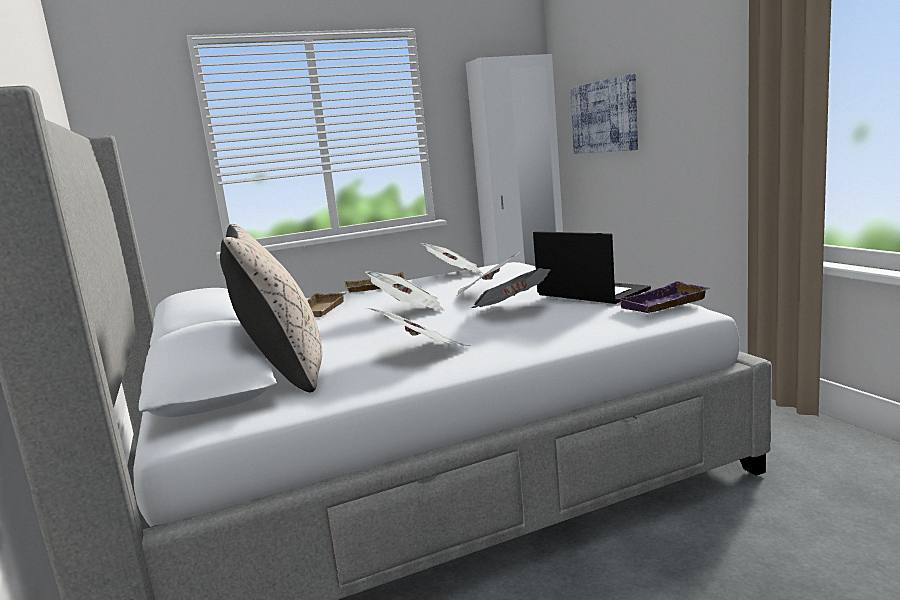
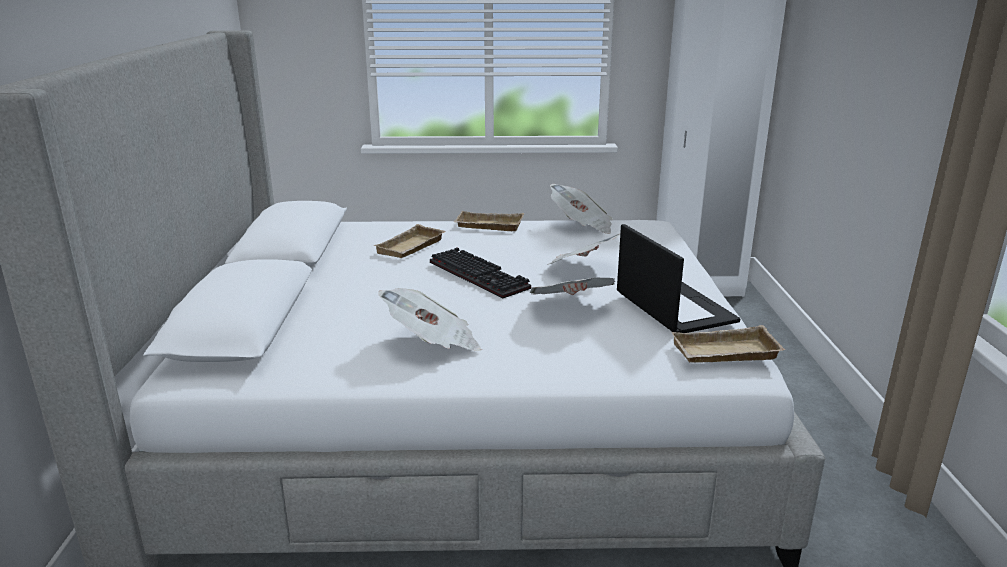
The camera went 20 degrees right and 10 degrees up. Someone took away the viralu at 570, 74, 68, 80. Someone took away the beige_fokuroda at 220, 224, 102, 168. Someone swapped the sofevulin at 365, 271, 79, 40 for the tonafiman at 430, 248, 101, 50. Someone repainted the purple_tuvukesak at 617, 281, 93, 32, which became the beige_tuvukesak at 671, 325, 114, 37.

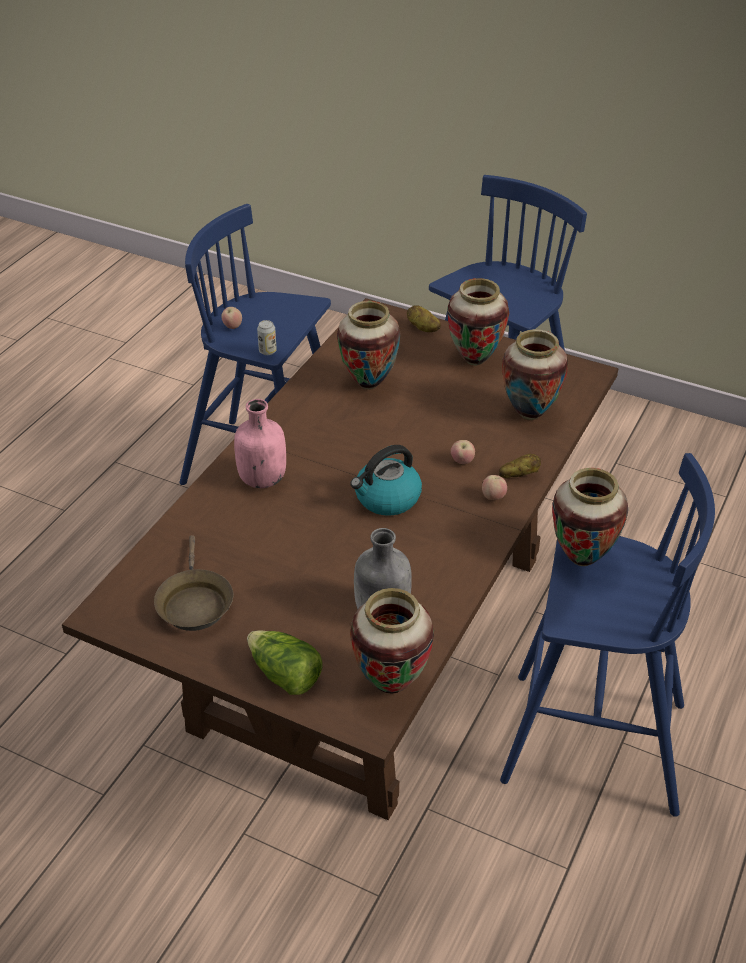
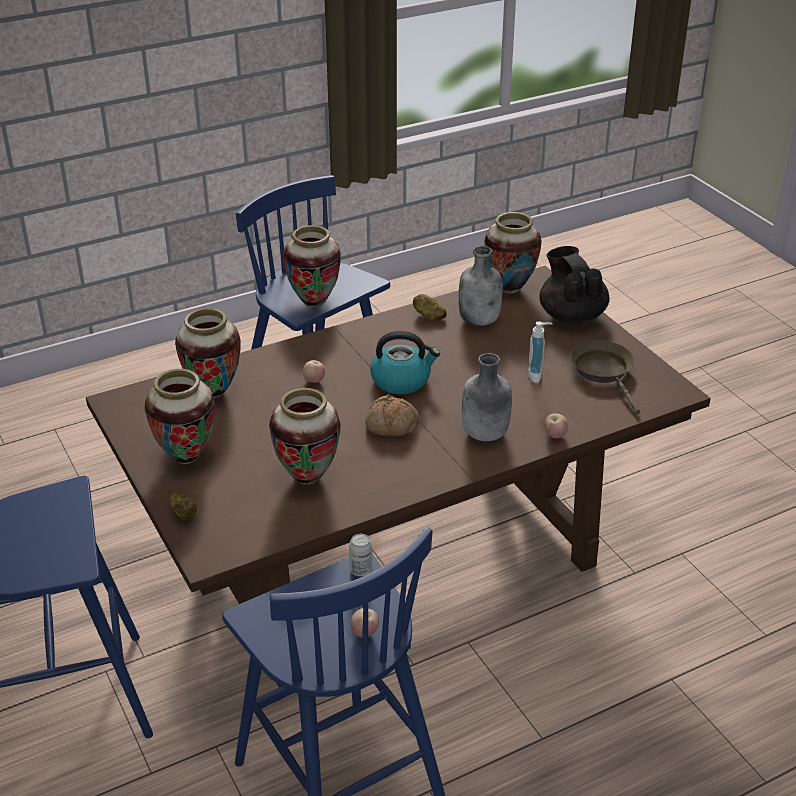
The camera went 145 degrees left and 5 degrees down. Someone repainted the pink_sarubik at 234, 399, 52, 89, which became the grey_sarubik at 462, 353, 50, 88. Someone carried the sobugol from 499, 454, 42, 24 to 413, 294, 34, 26. Someone carried the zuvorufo from 482, 475, 25, 25 to 544, 413, 24, 25. Someone rotated the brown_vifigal at 154, 535, 79, 96 by 45 degrees counterclockwise. Someone swapped the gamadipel at 247, 630, 76, 65 for the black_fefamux at 539, 246, 71, 78. Someone put down the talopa at 528, 321, 24, 62. Someone put down the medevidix at 365, 394, 54, 42.

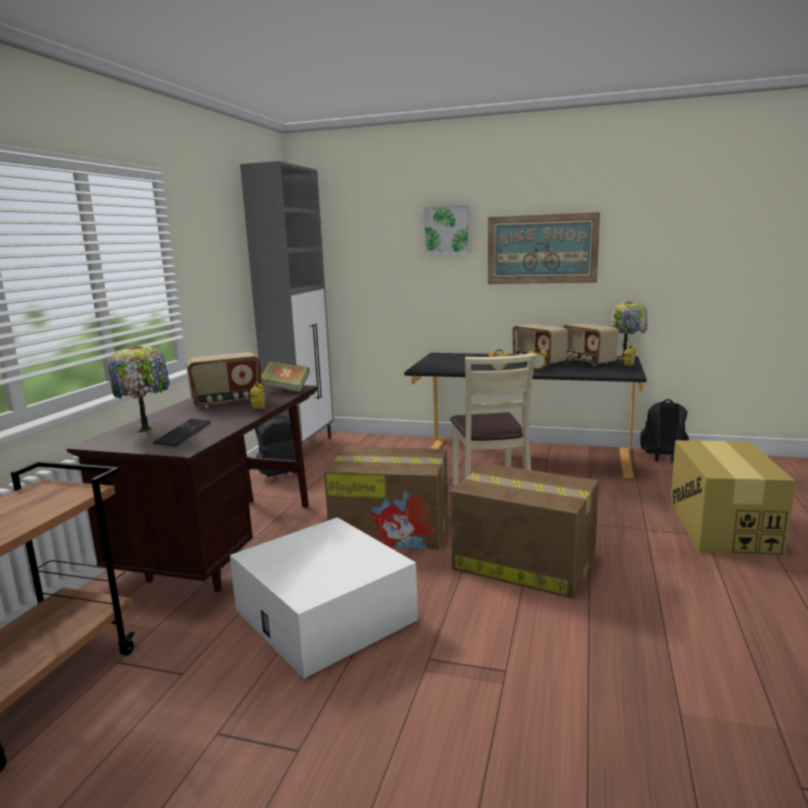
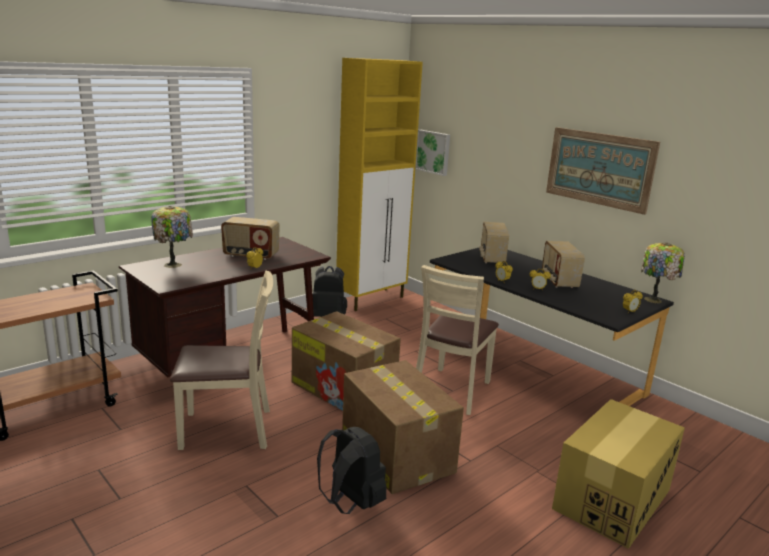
The camera went 30 degrees right and 5 degrees up. Someone repainted the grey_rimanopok at 240, 161, 94, 283, which became the yellow_rimanopok at 336, 58, 87, 253. Someone carried the viralu from 423, 204, 48, 51 to 415, 130, 35, 46. Someone carried the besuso from 563, 323, 55, 43 to 479, 222, 30, 41. Someone took away the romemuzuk at 261, 361, 49, 32. Someone carried the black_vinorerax from 640, 399, 49, 64 to 317, 427, 69, 87. Someone took away the tonafiman at 153, 419, 58, 27. Someone swapped the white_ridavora at 230, 517, 188, 161 for the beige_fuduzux at 170, 271, 103, 179.

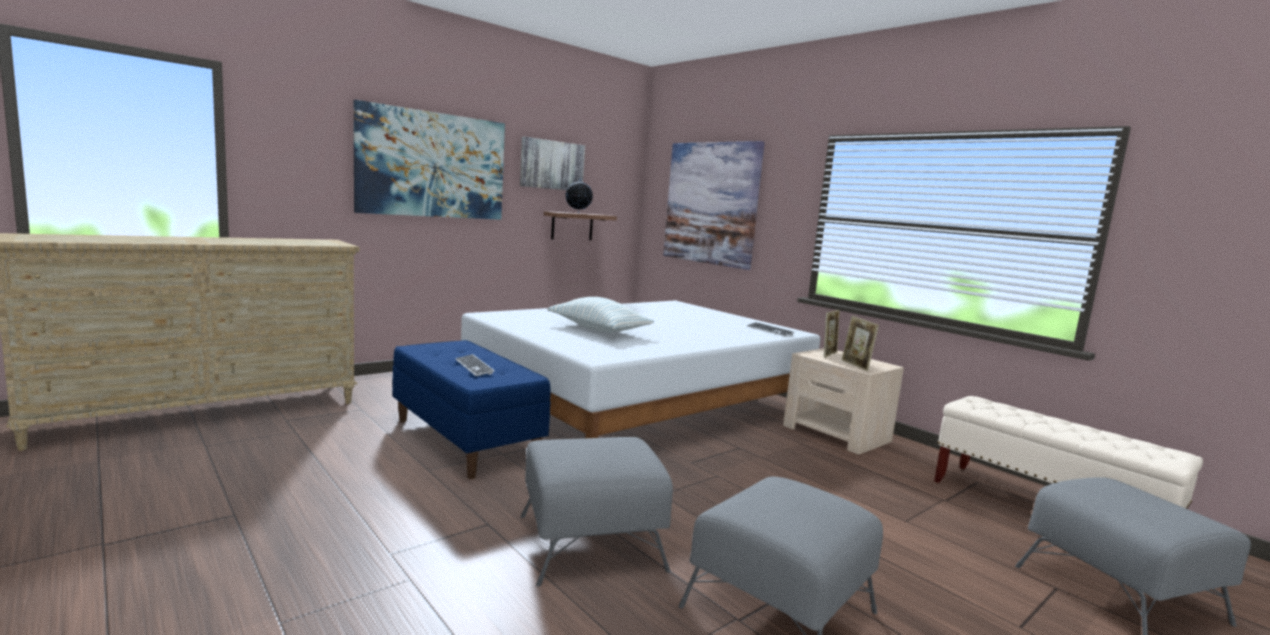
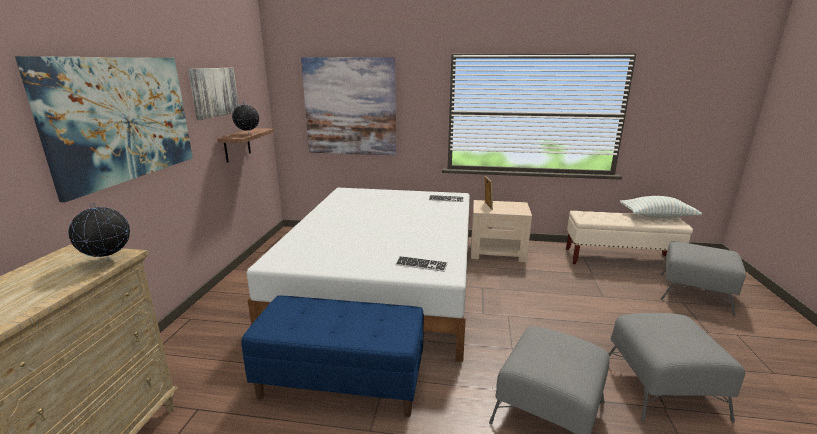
The camera went 40 degrees left and 10 degrees up. Someone carried the fokuroda from 547, 297, 107, 36 to 620, 196, 82, 22. Someone took away the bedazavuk at 842, 316, 37, 55. Someone carried the tonafiman from 455, 354, 39, 22 to 395, 256, 53, 16. Someone put down the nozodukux at 68, 202, 62, 59.

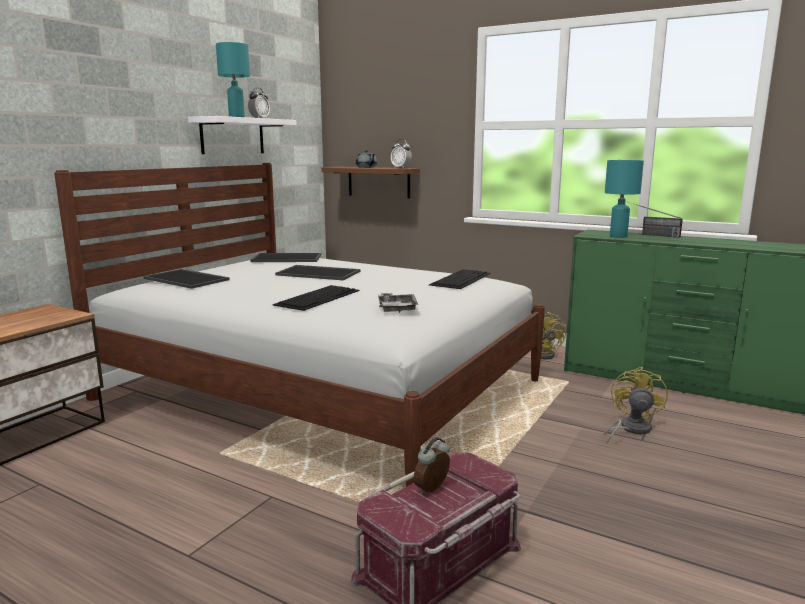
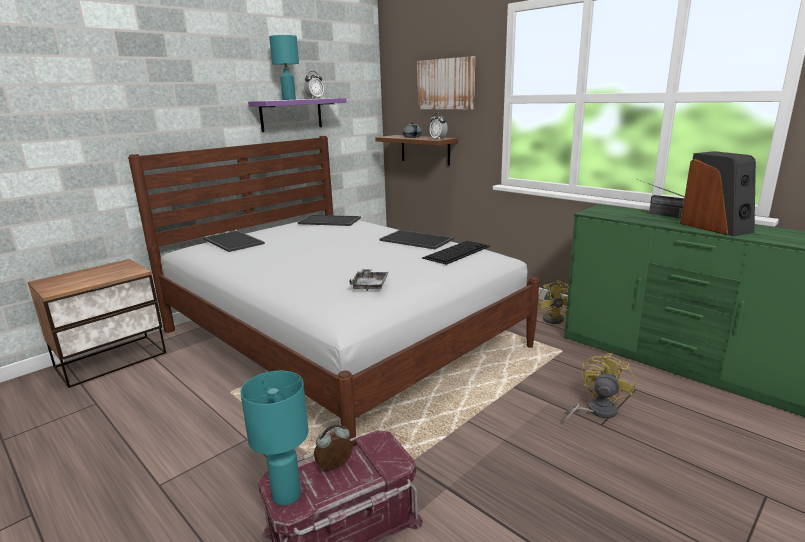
The camera went 15 degrees right and 5 degrees up. Someone repainted the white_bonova at 188, 116, 109, 38, which became the purple_bonova at 248, 98, 99, 34. Someone carried the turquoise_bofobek from 605, 160, 39, 78 to 240, 371, 69, 135. Someone carried the tuvukesak from 275, 265, 86, 16 to 379, 230, 75, 19. Someone took away the tonafiman at 273, 285, 87, 26. Someone put up the viralu at 417, 56, 58, 53. Someone put down the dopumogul at 680, 151, 76, 86.

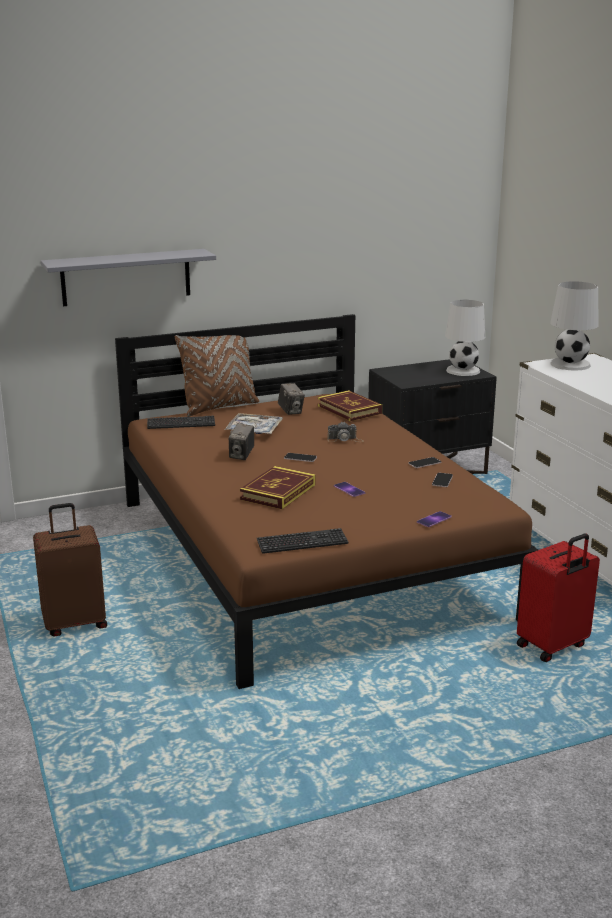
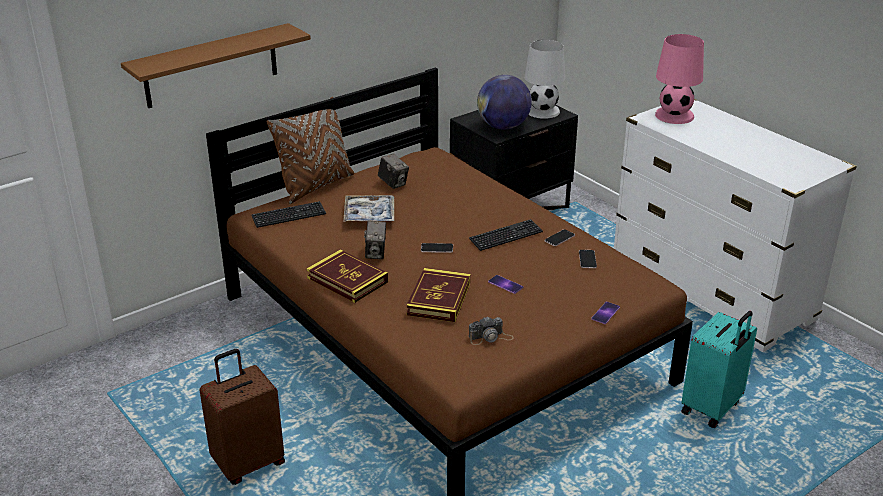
The camera went 15 degrees left and 10 degrees up. Someone repainted the grey_bonova at 41, 249, 175, 57, which became the brown_bonova at 121, 23, 190, 85. Someone repainted the white_bofobek at 550, 282, 49, 88, which became the pink_bofobek at 655, 34, 49, 90. Someone carried the romemuzuk from 318, 390, 64, 31 to 306, 250, 82, 53. Someone carried the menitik from 327, 422, 37, 20 to 469, 316, 45, 29. Someone carried the tonafiman from 257, 528, 92, 26 to 469, 219, 74, 32. Someone repainted the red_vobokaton at 517, 534, 83, 128, which became the turquoise_vobokaton at 681, 311, 76, 117. Someone put down the nozodukux at 477, 75, 55, 54.

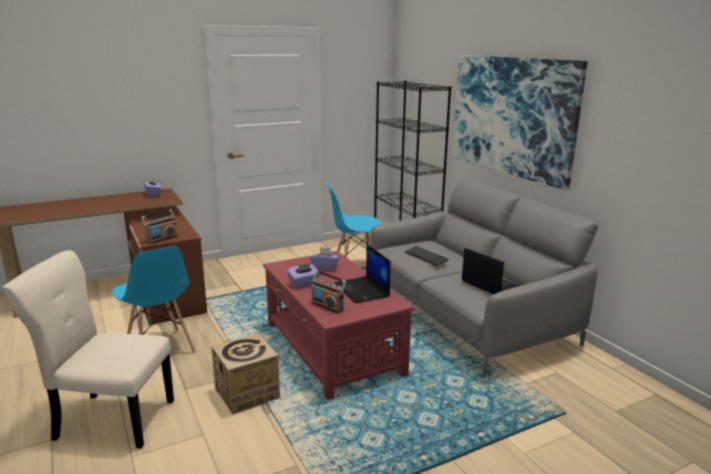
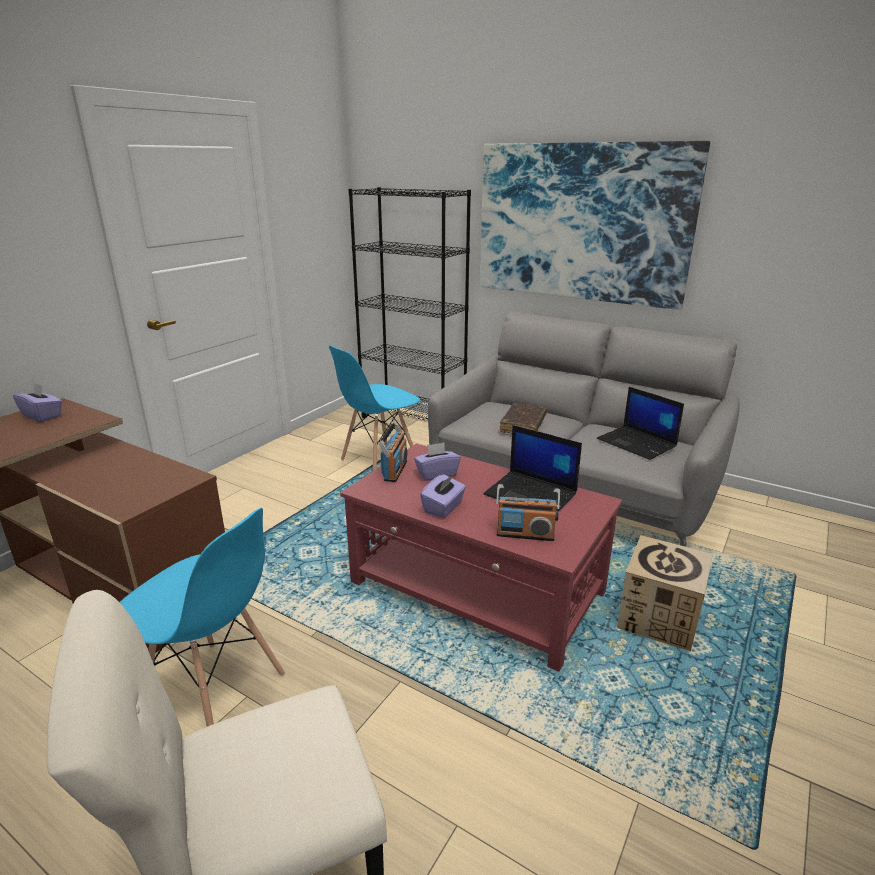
The camera went 30 degrees left and 5 degrees up. Someone carried the besuso from 141, 209, 36, 35 to 379, 422, 28, 60. Someone swapped the tonafiman at 405, 246, 44, 20 for the brown_romemuzuk at 500, 403, 47, 30. Someone rotated the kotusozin at 462, 248, 57, 46 by 150 degrees counterclockwise. Someone carried the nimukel from 211, 333, 69, 81 to 617, 535, 96, 116.

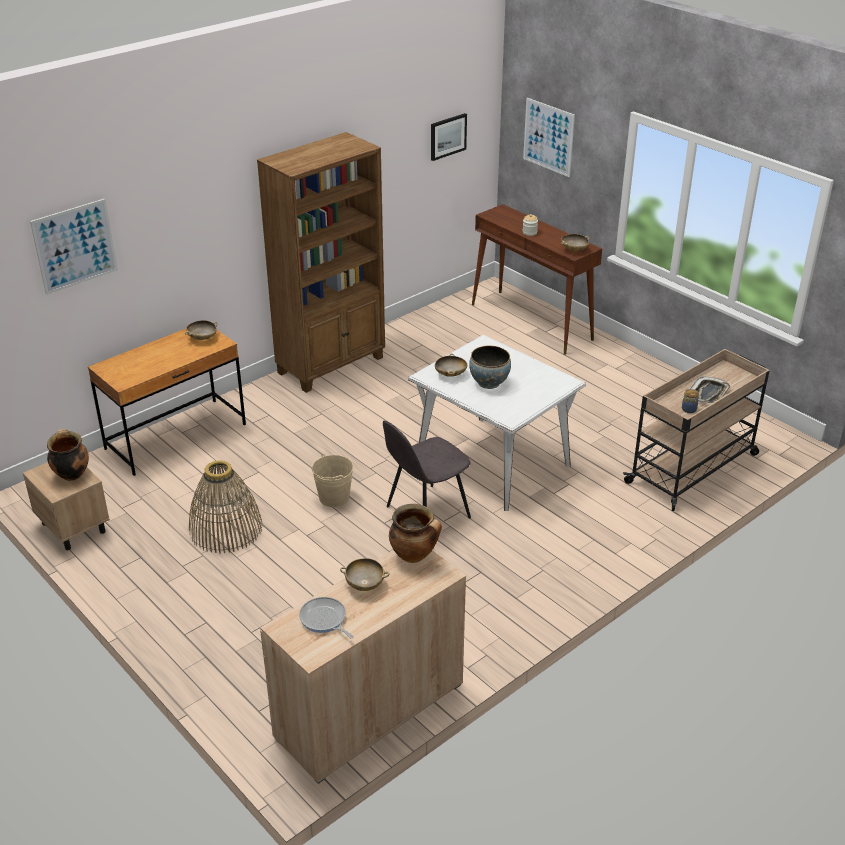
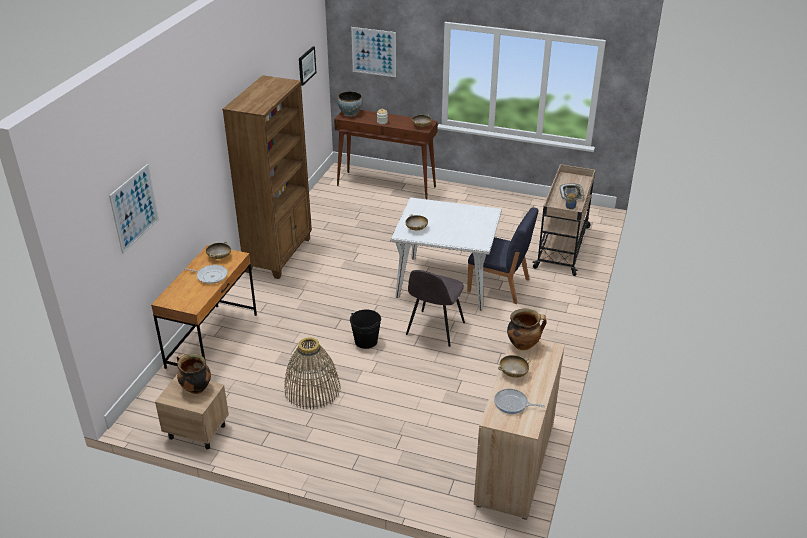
The camera went 30 degrees left and 0 degrees up. Someone carried the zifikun from 469, 346, 42, 43 to 338, 91, 24, 26. Someone repainted the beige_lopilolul at 312, 455, 41, 52, which became the black_lopilolul at 350, 310, 31, 39. Someone put down the blue_fuduzux at 467, 207, 71, 97. Someone put down the vifigal at 183, 265, 45, 19.

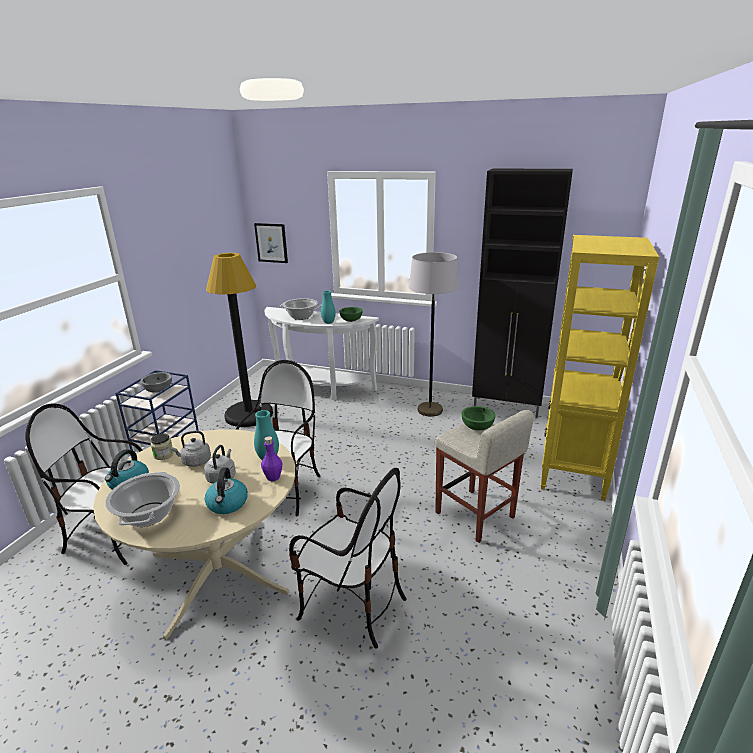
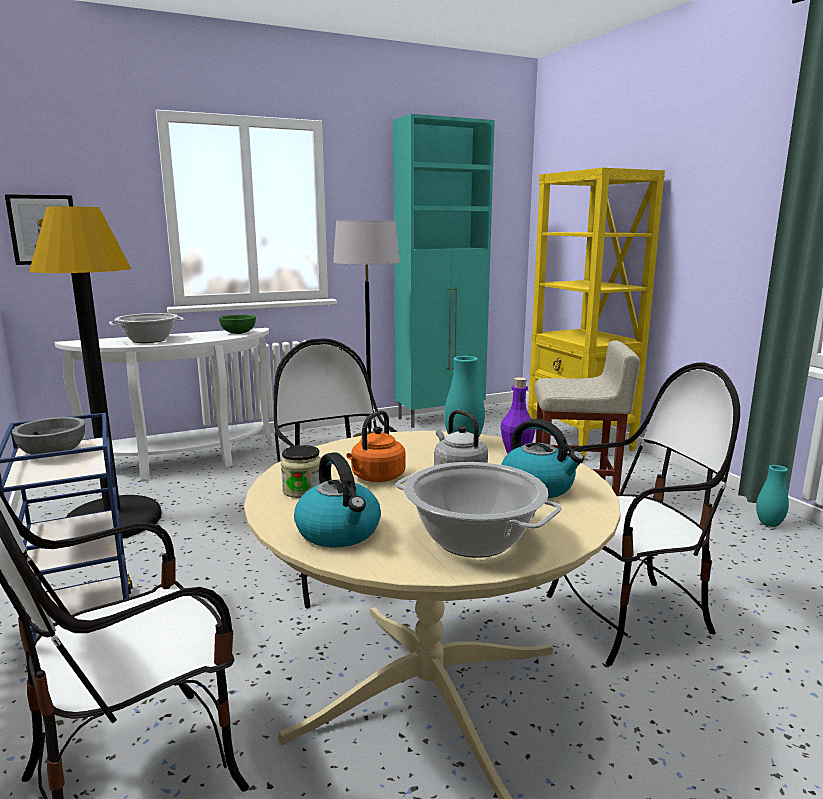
The camera went 45 degrees left and 10 degrees down. Someone repainted the black_rimanopok at 472, 169, 101, 249, which became the turquoise_rimanopok at 393, 114, 102, 314. Someone carried the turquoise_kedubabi from 321, 291, 15, 33 to 756, 465, 33, 62. Someone took away the green_zifikun at 462, 406, 33, 24. Someone repainted the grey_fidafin at 171, 431, 40, 36, which became the orange_fidafin at 346, 410, 60, 72.

